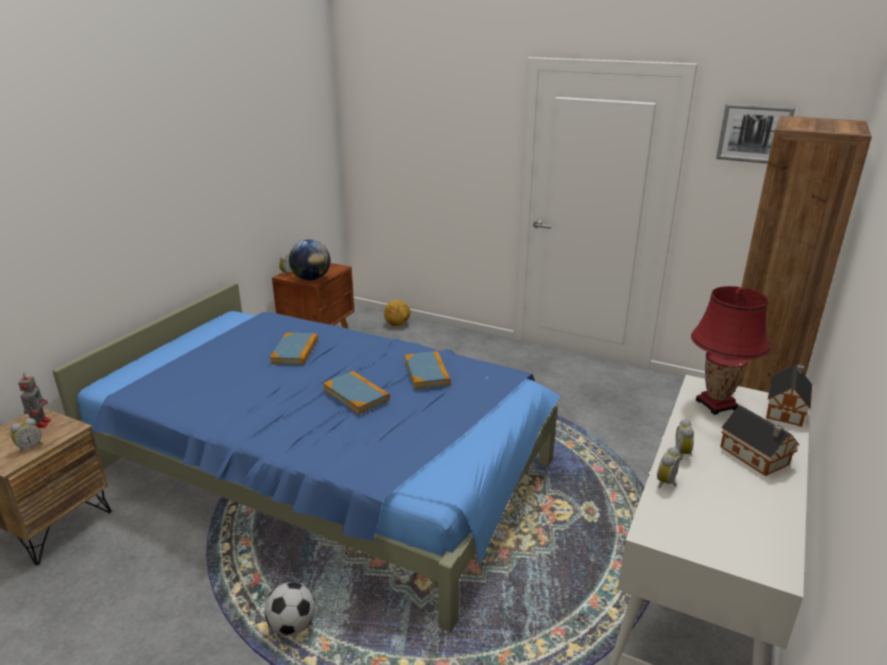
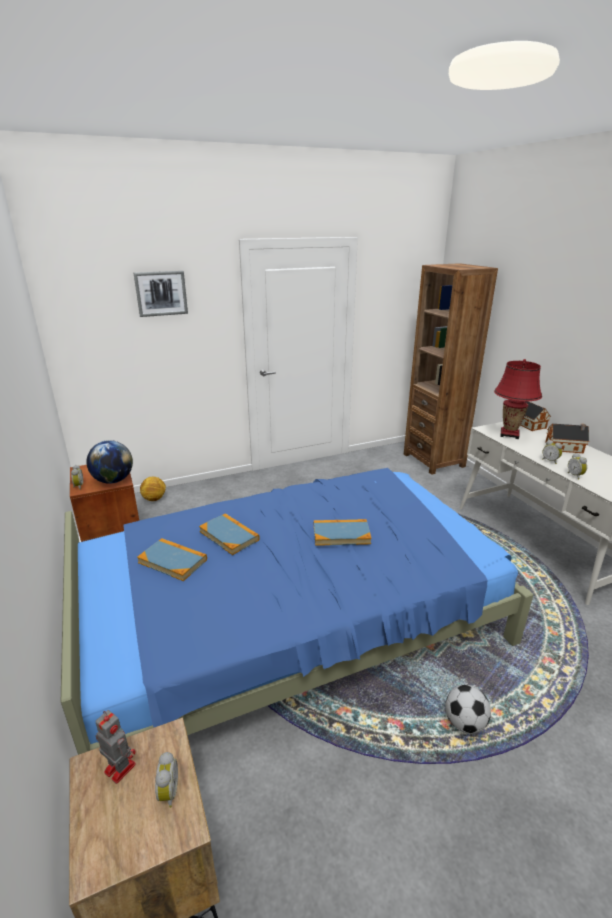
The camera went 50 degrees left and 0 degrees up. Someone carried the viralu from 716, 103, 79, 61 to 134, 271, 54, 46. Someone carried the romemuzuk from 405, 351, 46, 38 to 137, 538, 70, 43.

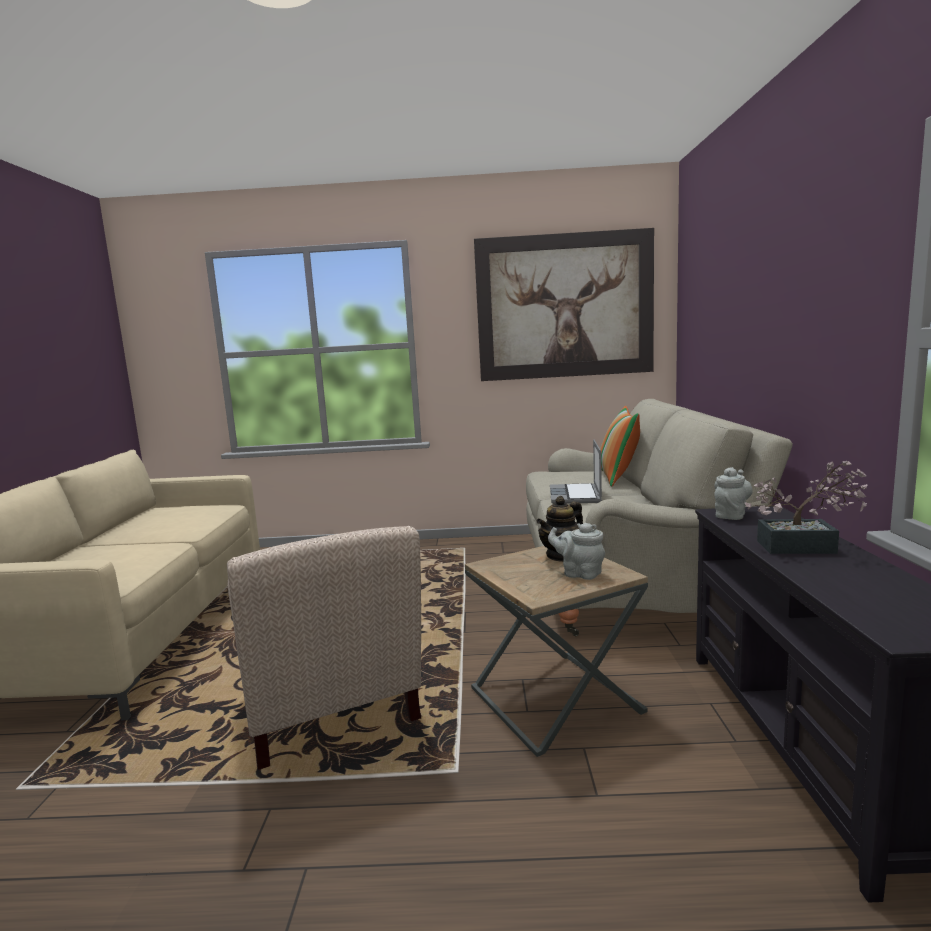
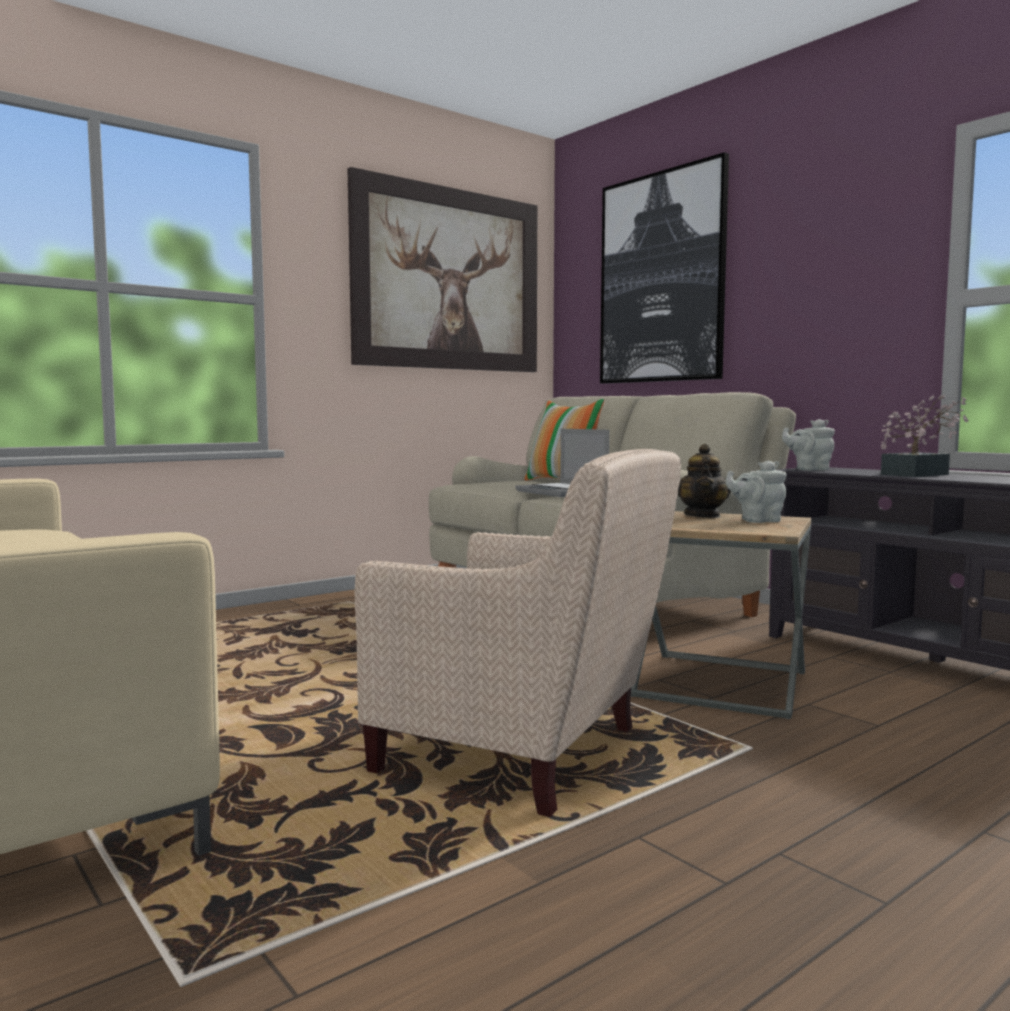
The camera went 40 degrees left and 5 degrees down. Someone rotated the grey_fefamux at 714, 467, 38, 53 by 90 degrees counterclockwise. Someone put up the viralu at 600, 152, 129, 232.

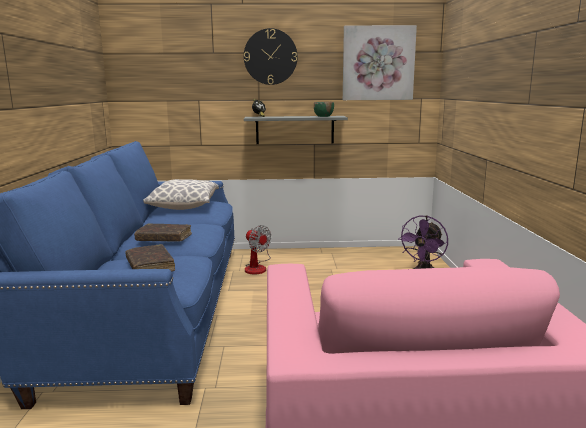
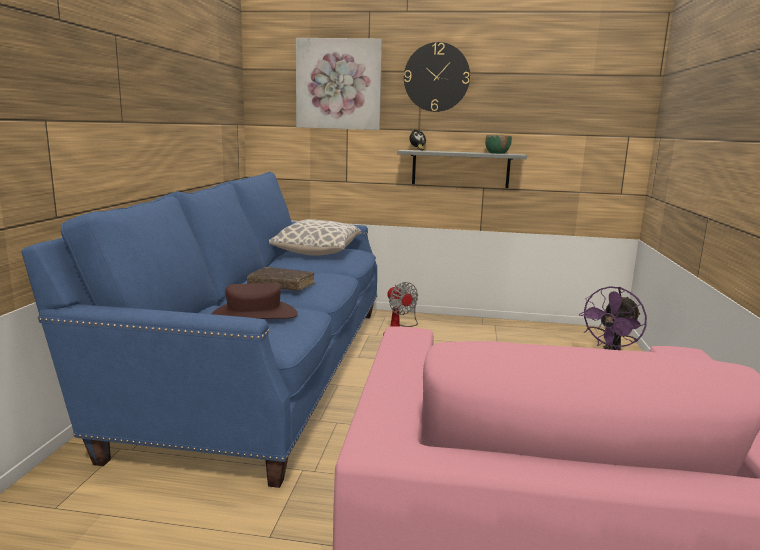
The camera went 10 degrees right and 0 degrees up. Someone carried the viralu from 343, 25, 74, 75 to 296, 38, 86, 92. Someone swapped the brown_romemuzuk at 126, 244, 49, 28 for the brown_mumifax at 211, 282, 87, 37.

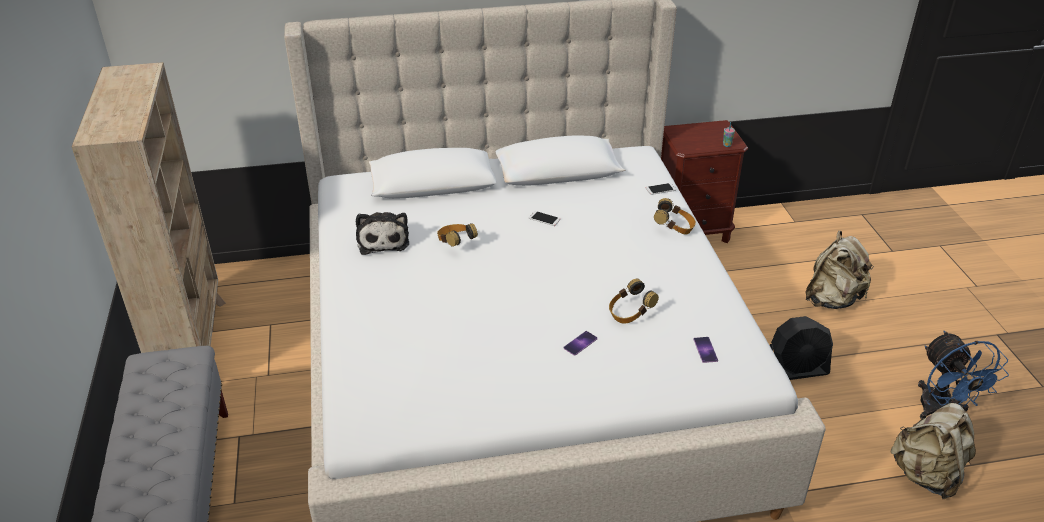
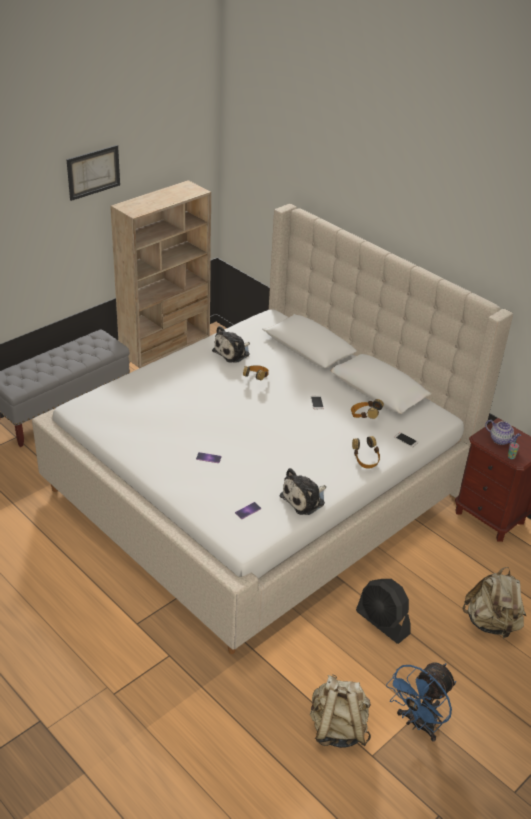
The camera went 55 degrees right and 0 degrees up. Someone carried the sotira from 609, 279, 50, 45 to 351, 399, 33, 20. Someone put up the viralu at 66, 145, 54, 56. Someone put down the fefamux at 485, 420, 36, 25. Someone put down the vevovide at 280, 468, 46, 47.

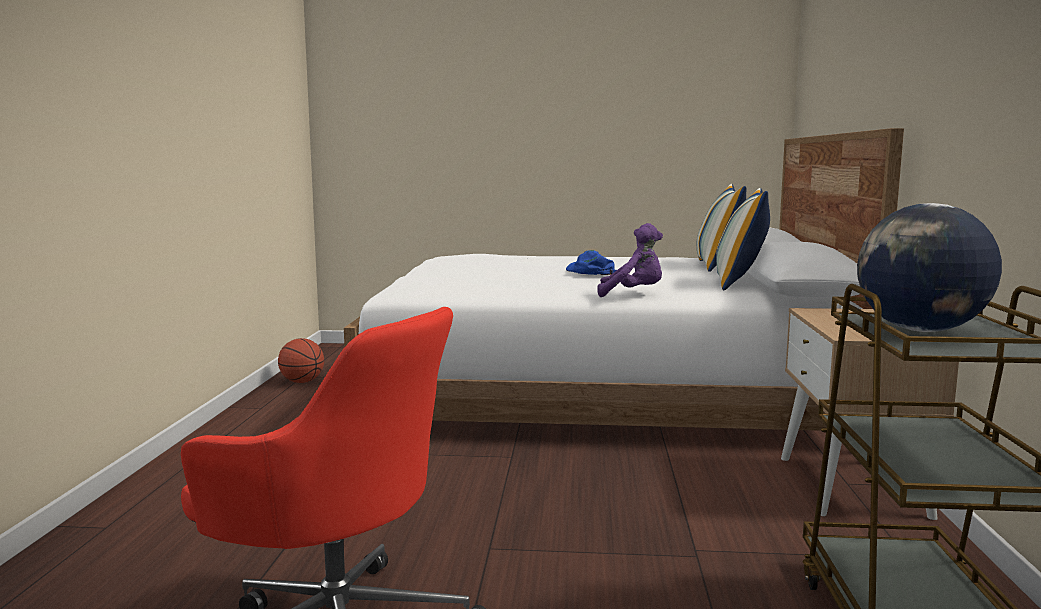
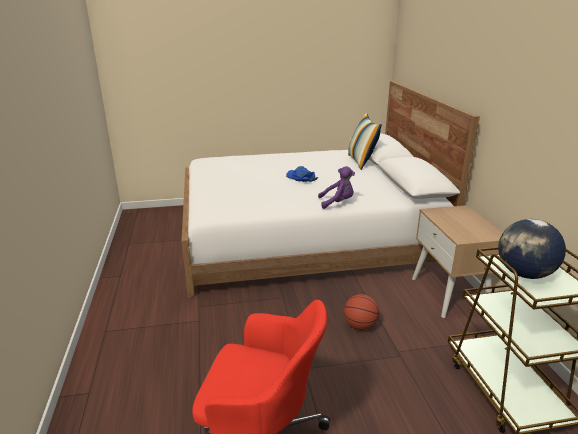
The camera went 15 degrees left and 15 degrees up. Someone took away the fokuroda at 716, 188, 54, 102. Someone carried the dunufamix from 278, 338, 46, 45 to 344, 294, 35, 36.

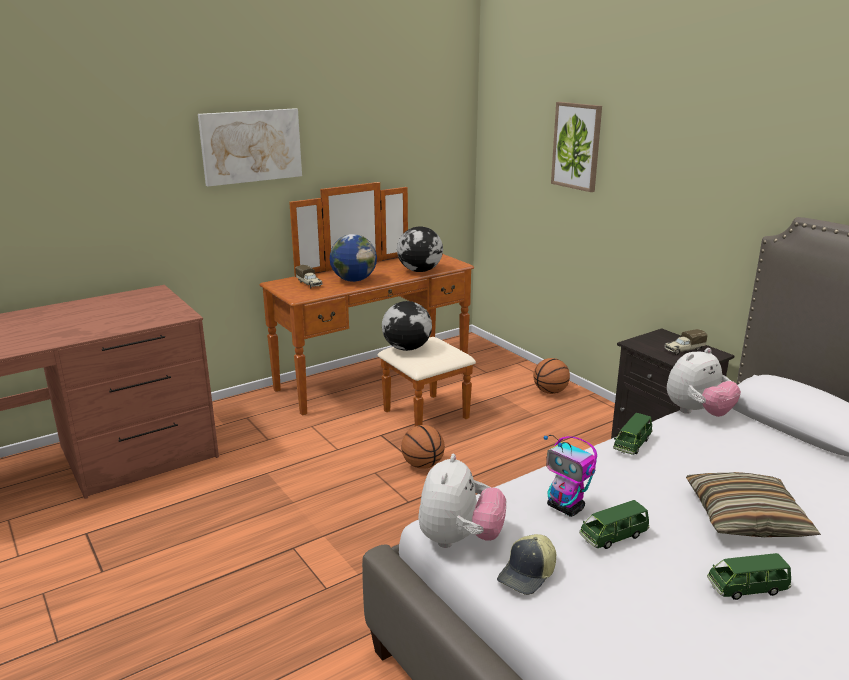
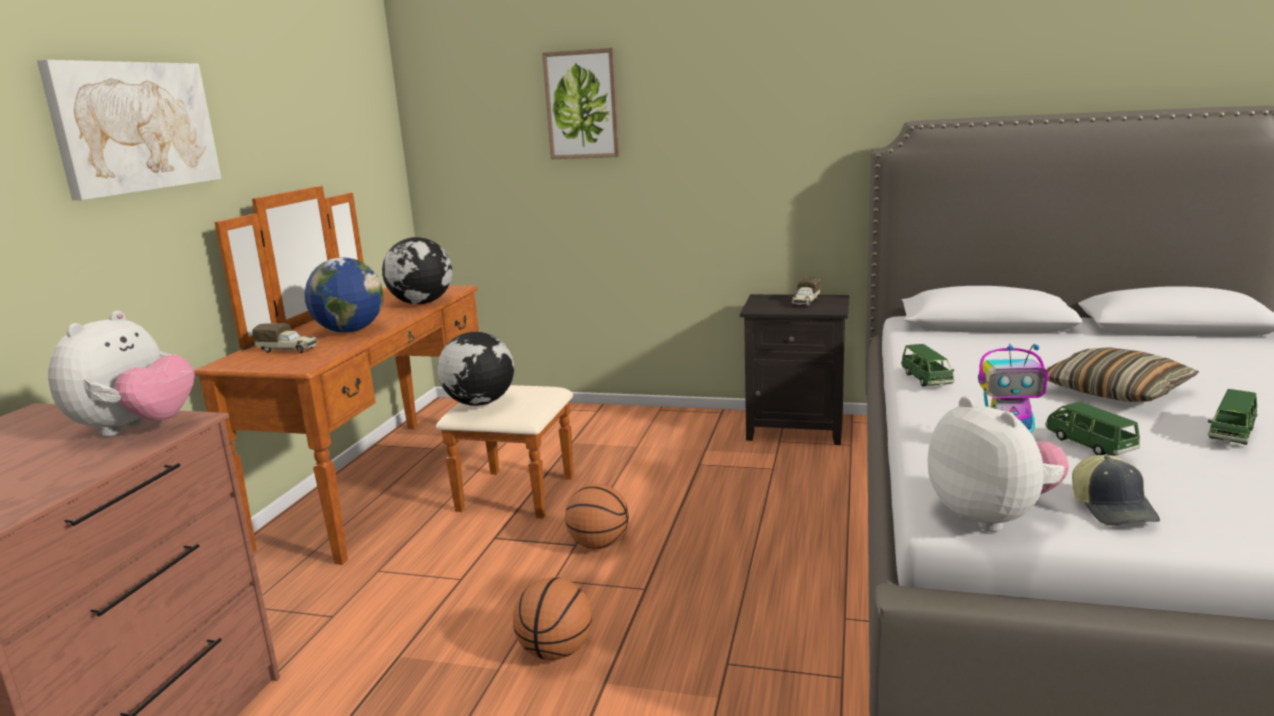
The camera went 40 degrees left and 5 degrees down. Someone carried the vevovide from 667, 348, 74, 69 to 48, 311, 147, 126. Someone carried the dunufamix from 534, 358, 36, 36 to 513, 577, 79, 83. Someone rotated the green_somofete at 579, 500, 70, 49 by 135 degrees clockwise.

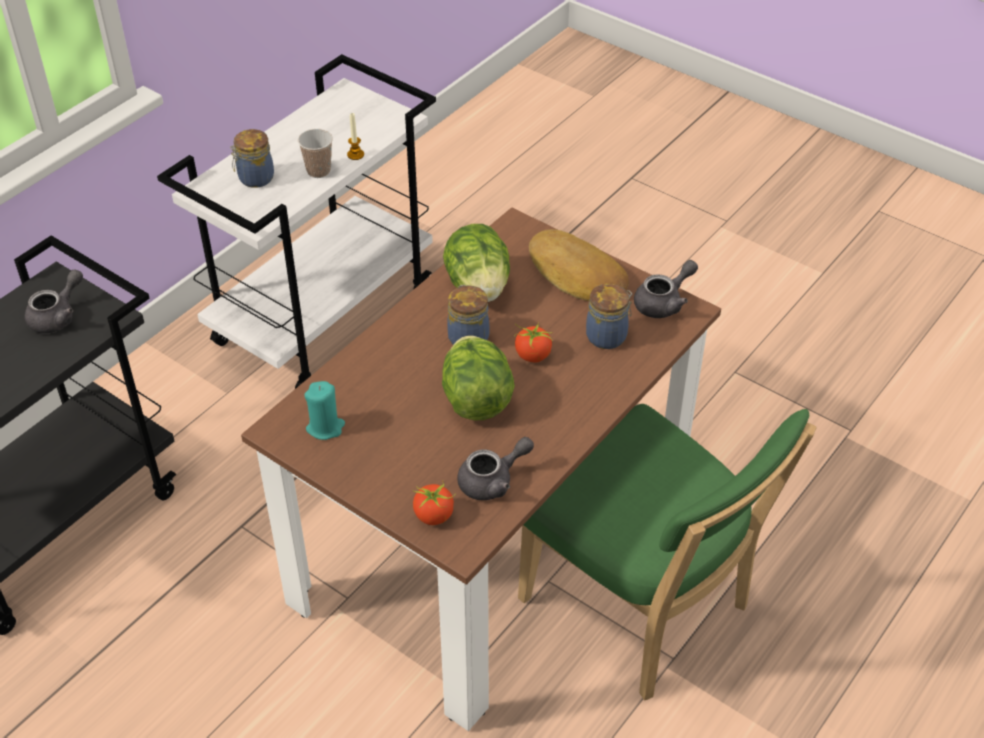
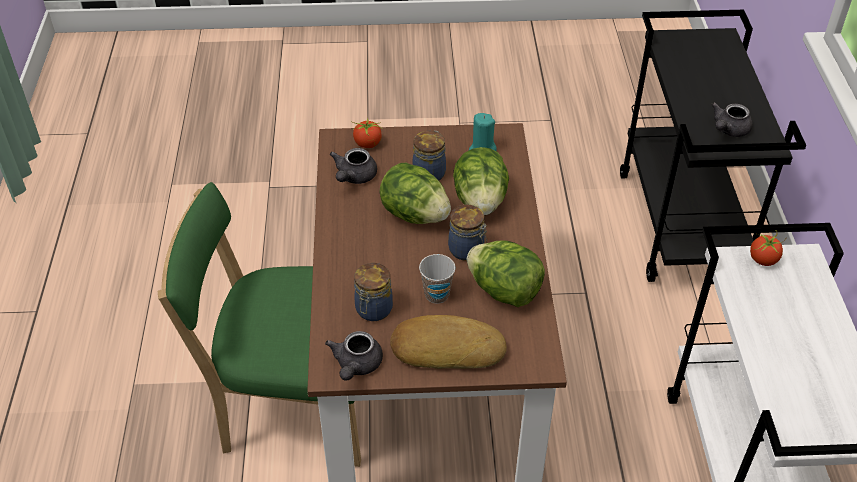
The camera went 140 degrees right and 0 degrees up. Someone took away the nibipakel at 347, 113, 17, 47. Someone carried the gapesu from 230, 129, 44, 59 to 412, 131, 34, 49. Someone carried the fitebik from 298, 129, 35, 49 to 419, 254, 36, 50. Someone rotated the grey_fefamux at 25, 269, 58, 64 by 45 degrees clockwise. Someone carried the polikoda from 515, 322, 38, 41 to 750, 230, 33, 36. Someone put down the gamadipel at 453, 147, 56, 68.

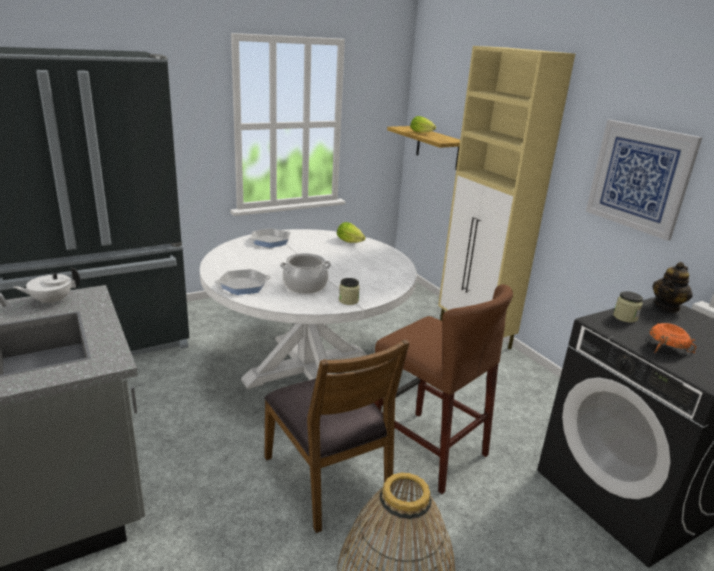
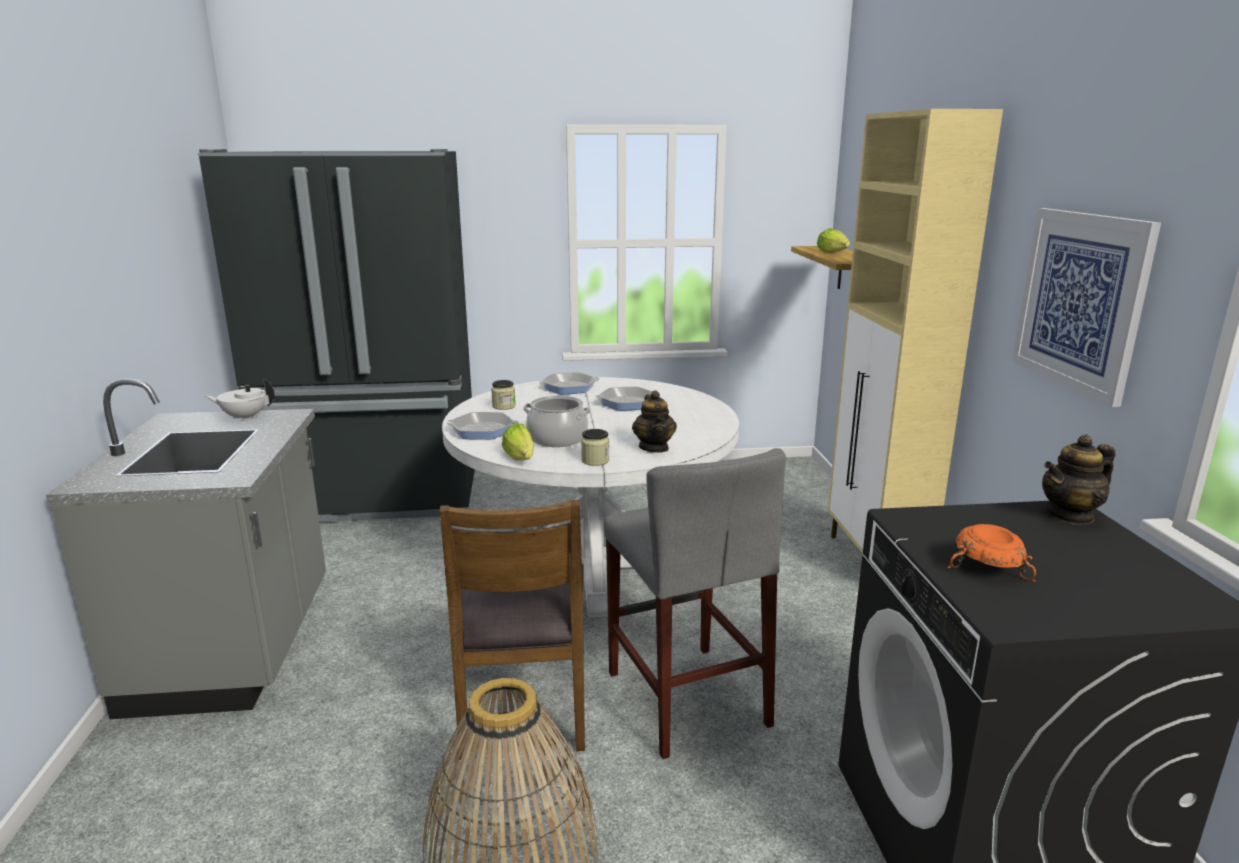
The camera went 25 degrees right and 5 degrees down. Someone carried the gamadipel from 337, 222, 29, 21 to 502, 423, 32, 38. Someone repainted the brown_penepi at 374, 284, 139, 210, which became the grey_penepi at 603, 448, 183, 311. Someone carried the gapesu from 613, 291, 30, 32 to 491, 380, 25, 30. Someone put down the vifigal at 595, 387, 65, 24. Someone put down the fefamux at 632, 390, 45, 63.

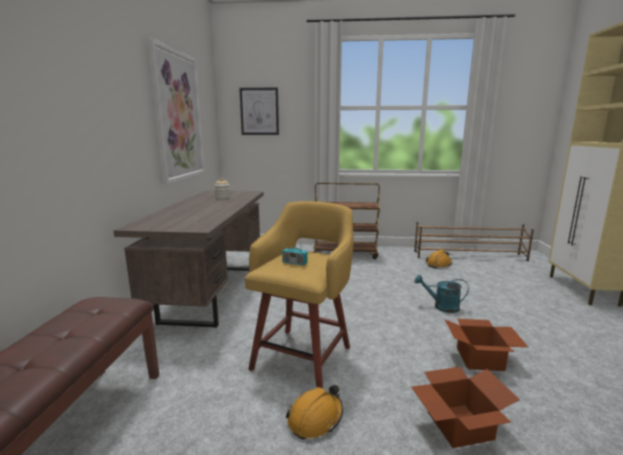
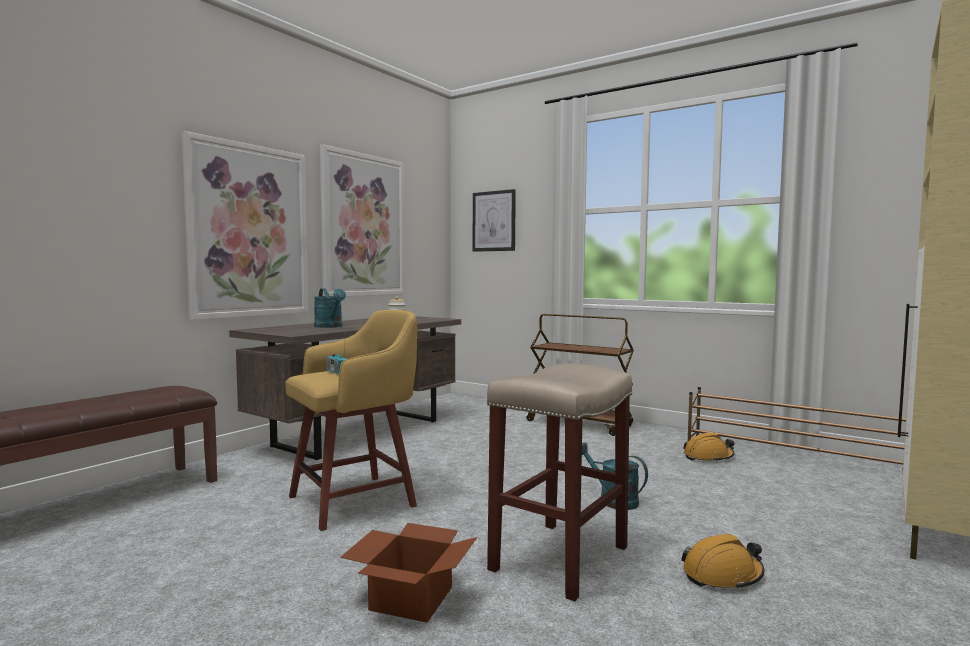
The camera went 30 degrees right and 10 degrees down. Someone swapped the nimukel at 444, 319, 84, 52 for the beige_penepi at 487, 363, 146, 238. Someone carried the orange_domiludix from 286, 385, 57, 54 to 681, 534, 83, 56. Someone put up the viralu at 182, 131, 126, 189. Someone put down the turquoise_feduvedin at 314, 288, 32, 40.

